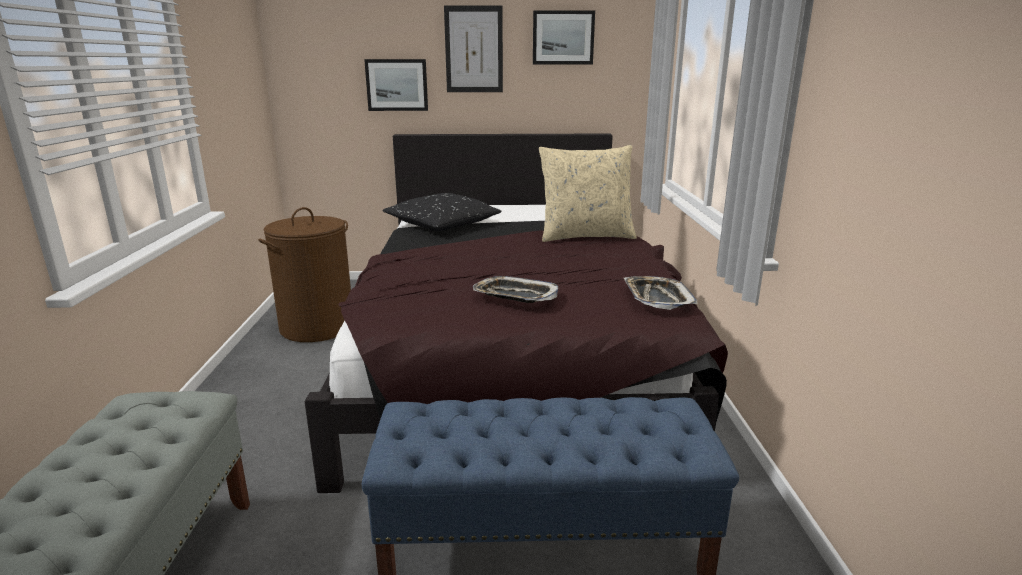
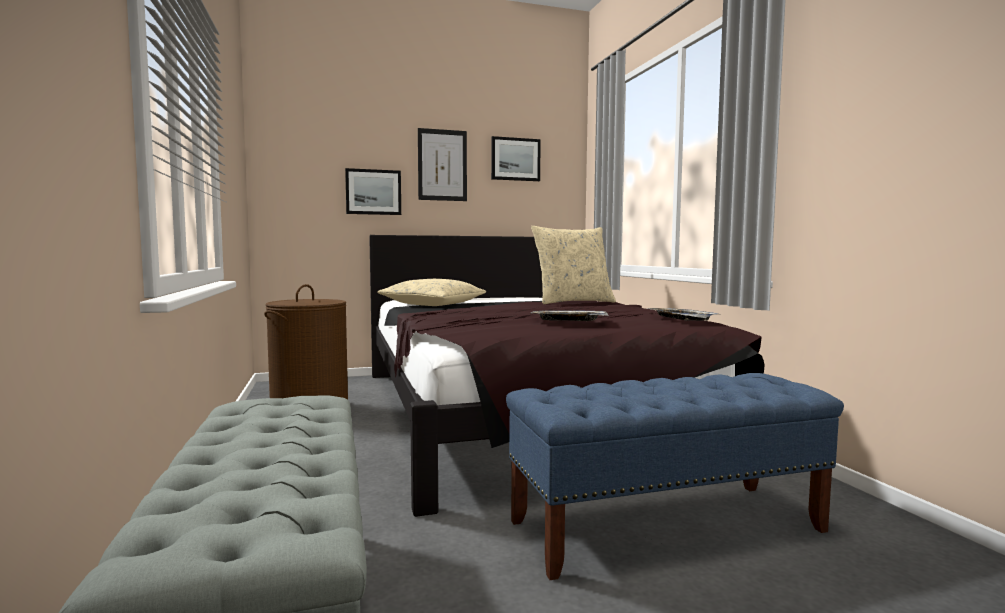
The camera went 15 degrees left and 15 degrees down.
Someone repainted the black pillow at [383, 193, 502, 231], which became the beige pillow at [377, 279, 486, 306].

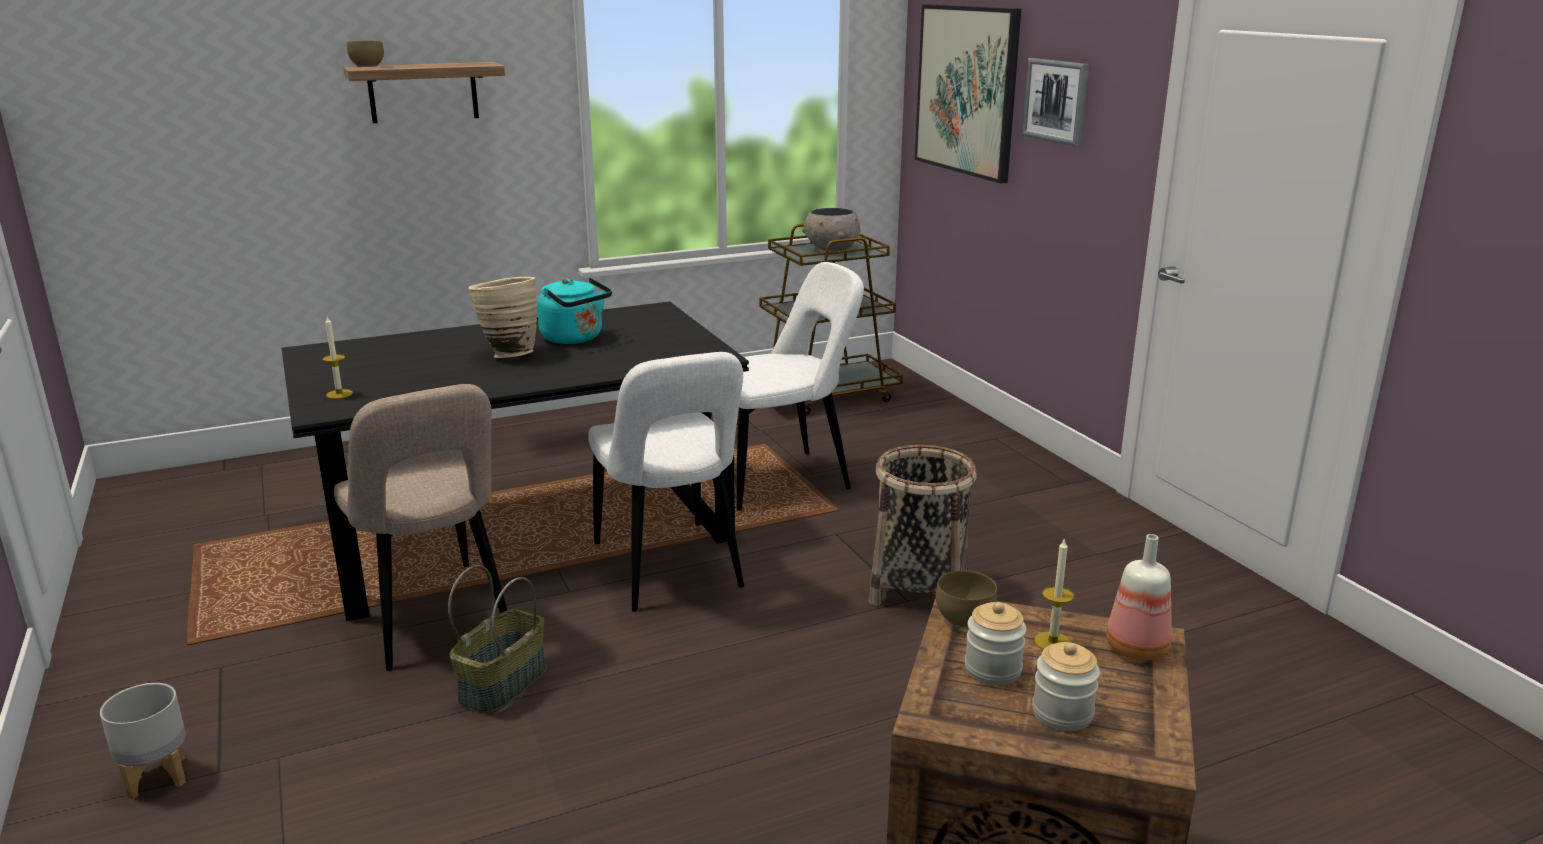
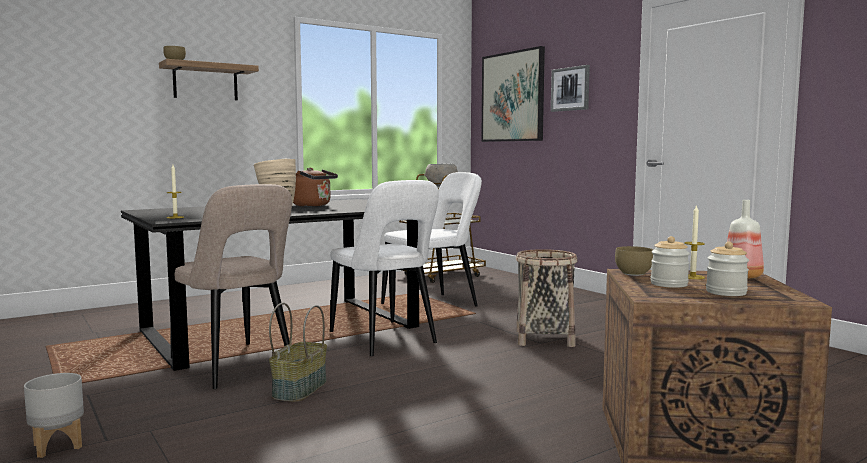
The camera went 10 degrees left and 15 degrees down.
Someone repainted the turquoise kettle at [537, 277, 612, 344], which became the brown kettle at [293, 168, 338, 207].

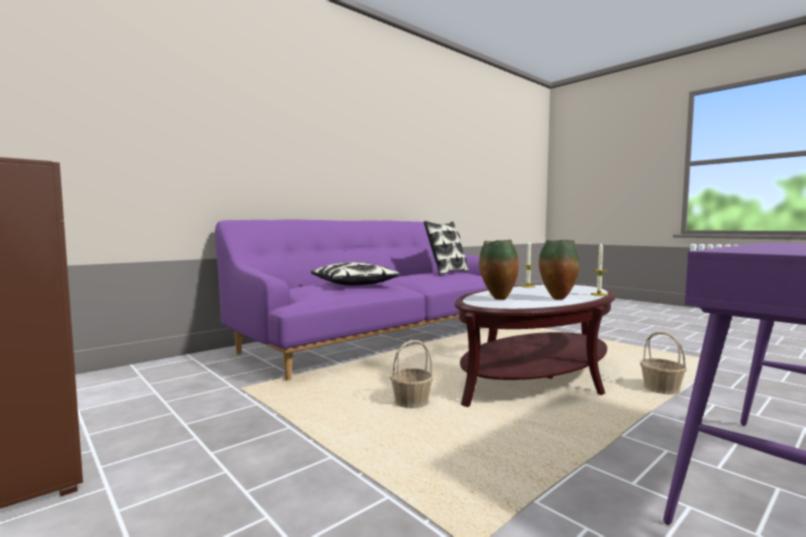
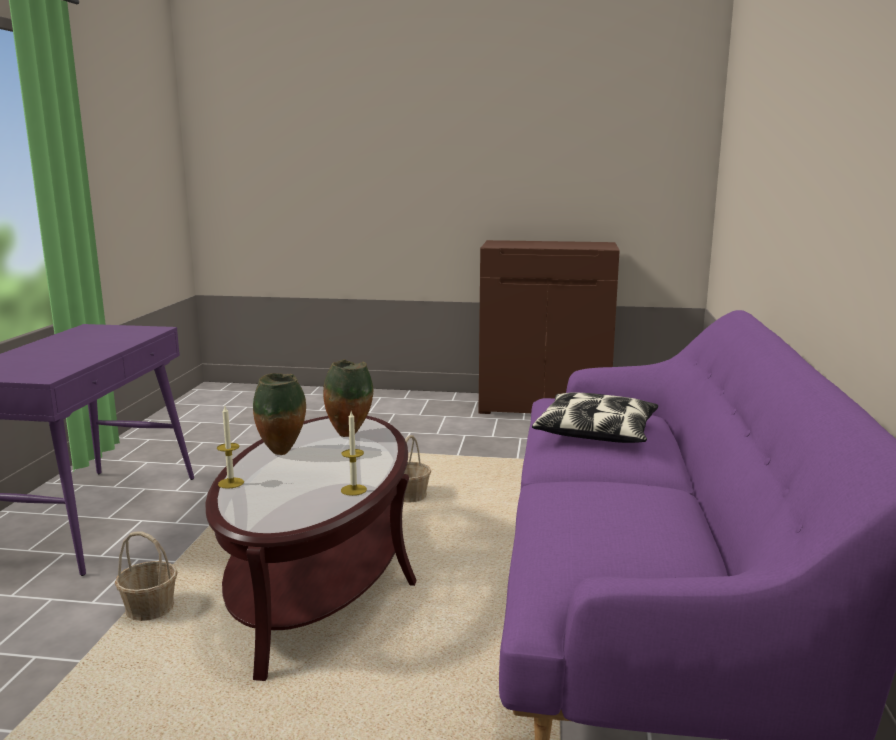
The camera went 140 degrees right and 10 degrees up.
Someone took away the pillow at [424, 221, 469, 276].

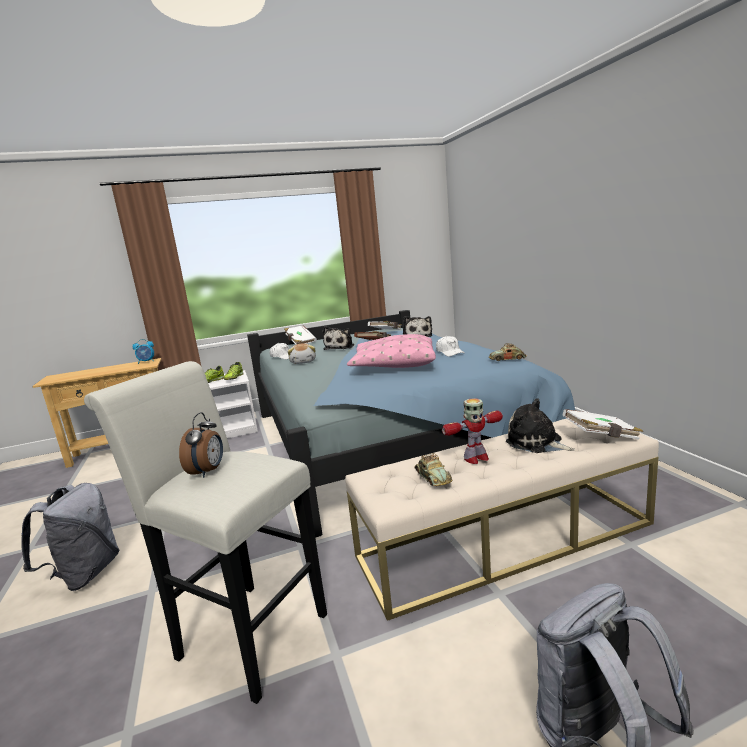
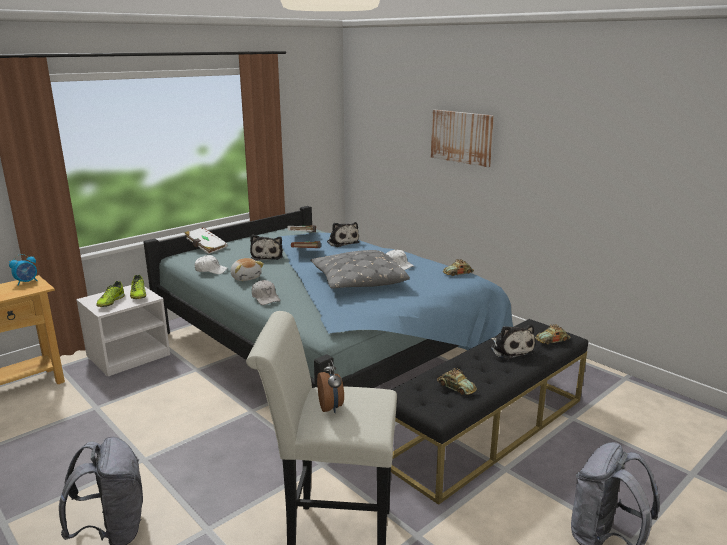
The camera went 25 degrees left and 5 degrees up.
Someone put down the white cap at [252, 280, 281, 305].
Someone repainted the pink pillow at [347, 334, 436, 368], which became the grey pillow at [310, 250, 410, 289].
Someone repainted the beige bench at [345, 419, 659, 621], which became the black bench at [391, 319, 588, 505].
Someone put up the picture at [431, 110, 494, 167].
Someone rotated the plush toy at [506, 398, 575, 453] by 135 degrees counterclockwise.
Someone swapped the white book at [563, 409, 643, 440] for the toy car at [535, 324, 570, 344].
Someone took away the toy robot at [442, 398, 503, 464].

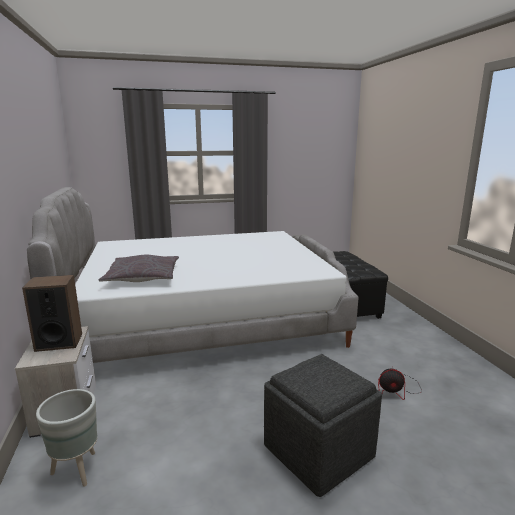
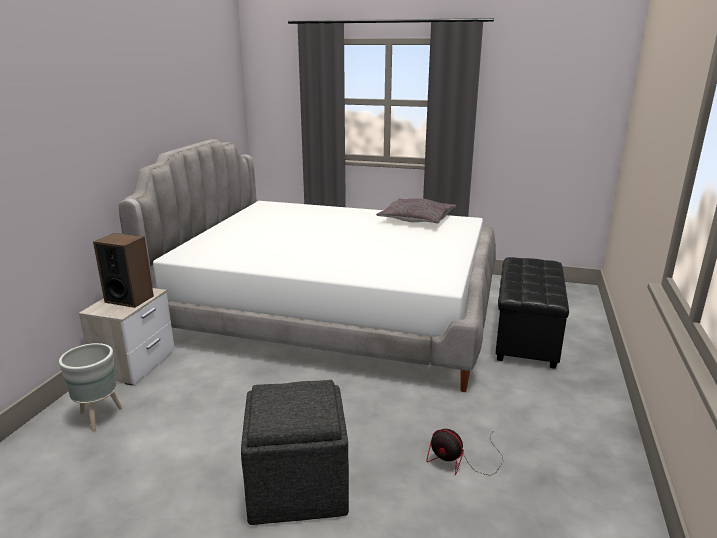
The camera went 30 degrees right and 5 degrees up.
Someone carried the grey pillow from [99, 255, 179, 282] to [376, 198, 456, 223].

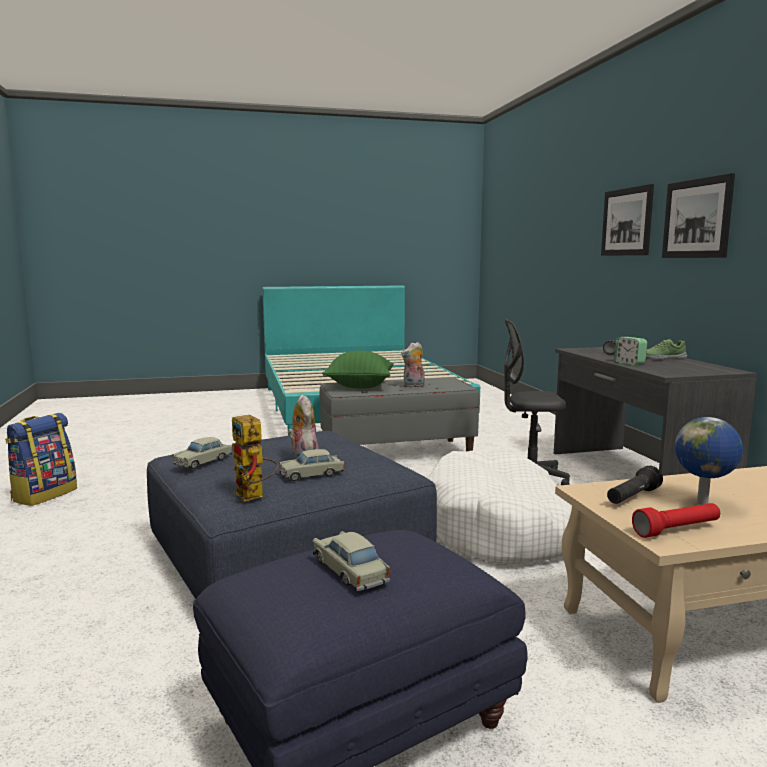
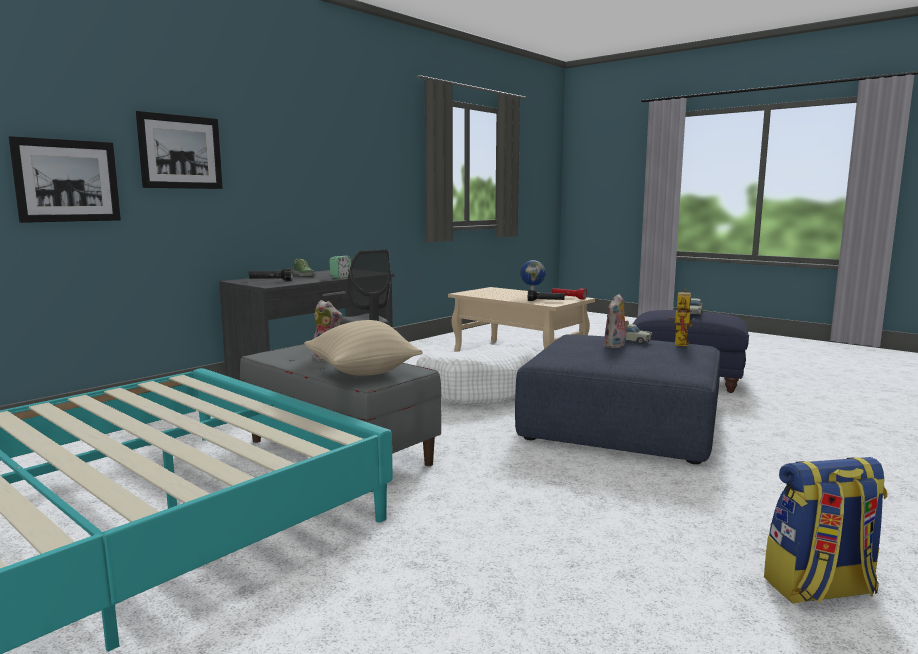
The camera went 125 degrees left and 0 degrees up.
Someone carried the picture from [662, 173, 735, 258] to [9, 136, 121, 223].
Someone repainted the green pillow at [322, 351, 394, 389], which became the beige pillow at [304, 320, 423, 375].
Someone took away the beige toy car at [172, 437, 232, 469].

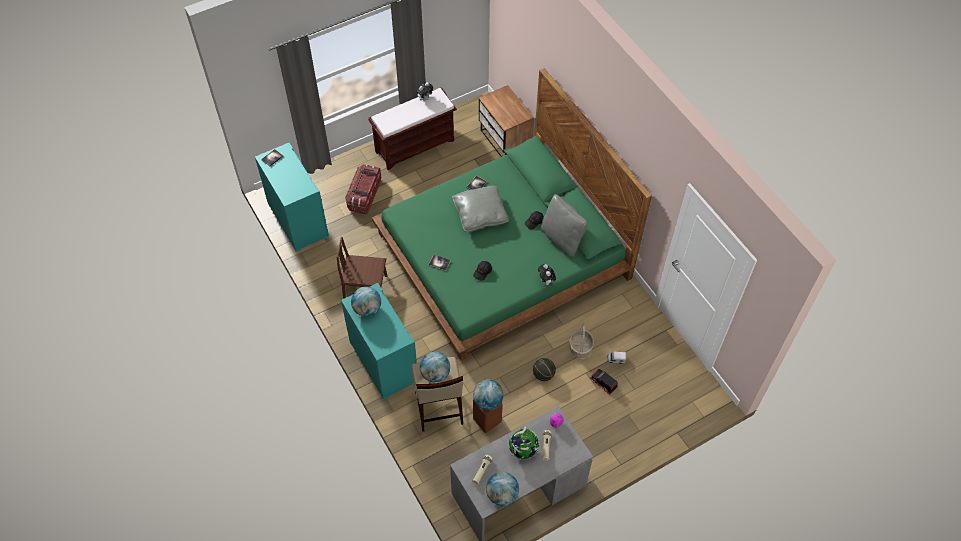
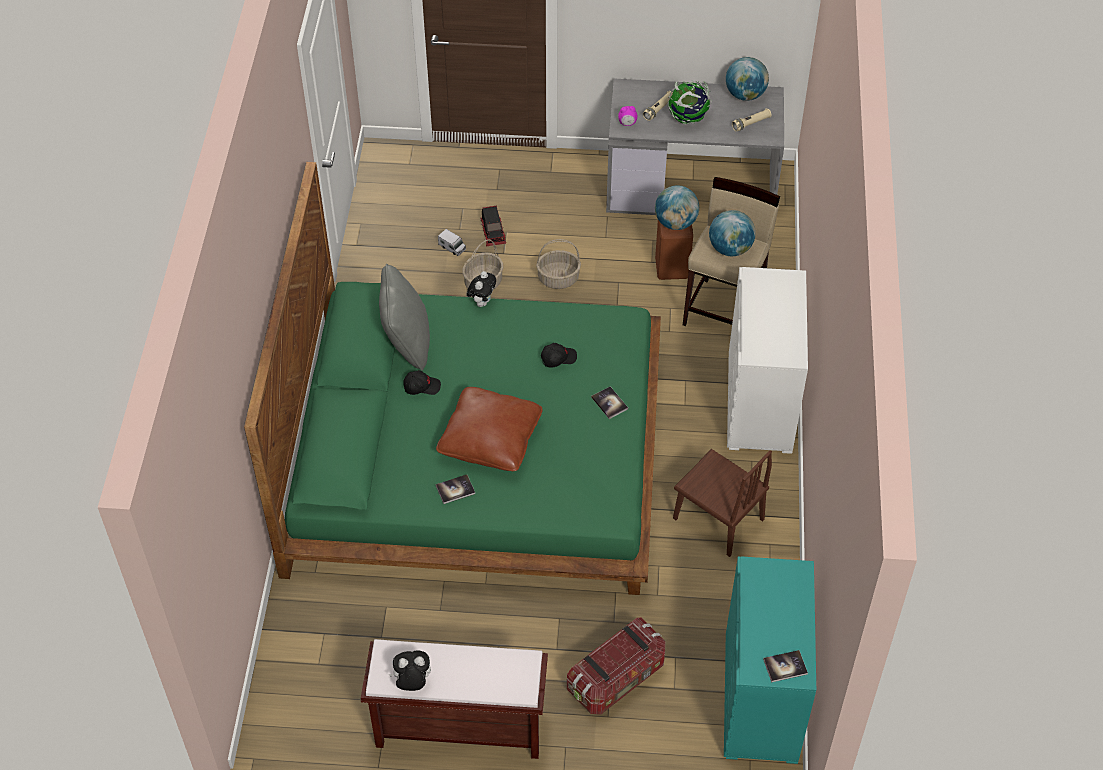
The camera went 145 degrees left and 5 degrees down.
Someone repainted the grey pillow at [452, 185, 509, 232], which became the brown pillow at [436, 387, 543, 471].
Someone swapped the basketball at [533, 358, 556, 381] for the basket at [536, 239, 581, 289].
Someone repainted the turquoise dresser at [341, 283, 417, 400], which became the white dresser at [727, 267, 808, 454].
Someone took away the globe at [351, 287, 381, 317].
Someone took away the nightstand at [479, 85, 534, 157].

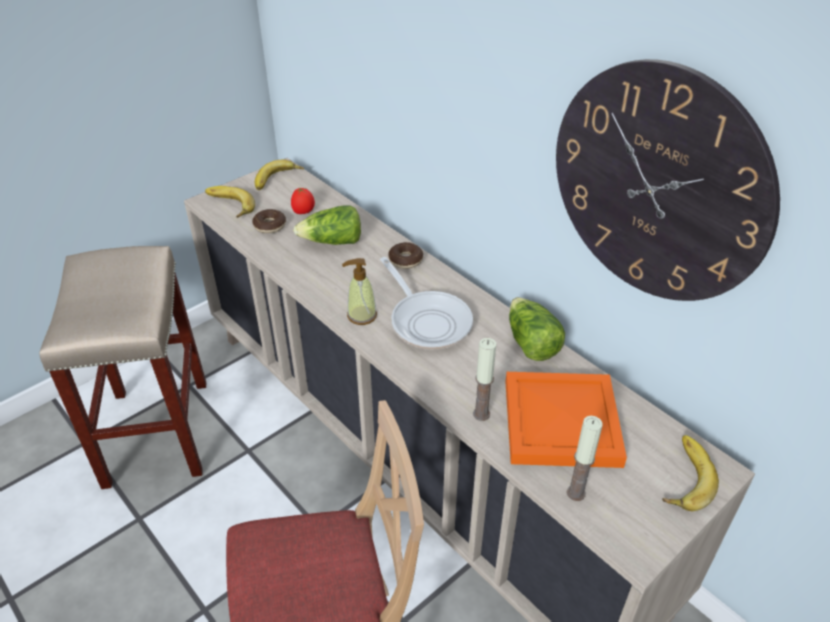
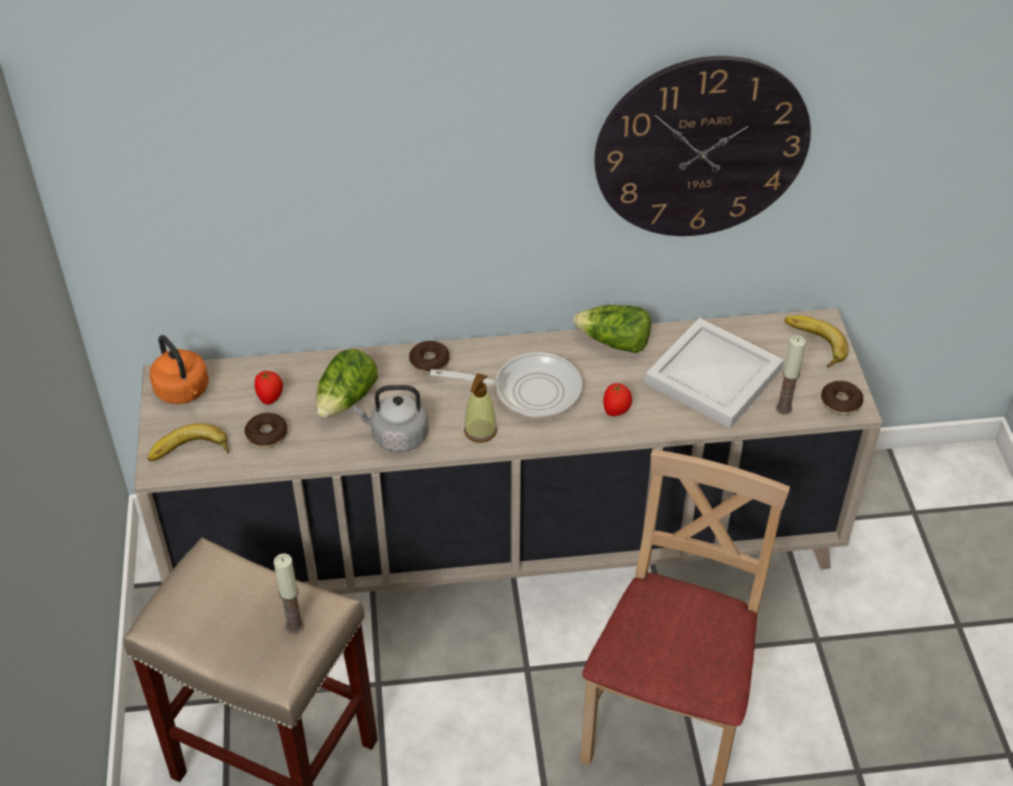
The camera went 55 degrees left and 5 degrees up.
Someone swapped the banana at [255, 159, 304, 190] for the orange kettle at [150, 335, 209, 404].
Someone carried the candle from [473, 338, 496, 421] to [274, 553, 304, 633].
Someone put down the grey kettle at [353, 385, 429, 452].
Someone put down the tomato at [603, 383, 632, 416].
Someone repainted the orange tray at [505, 372, 627, 468], which became the white tray at [645, 318, 784, 428].
Someone put down the donut at [821, 381, 863, 415].

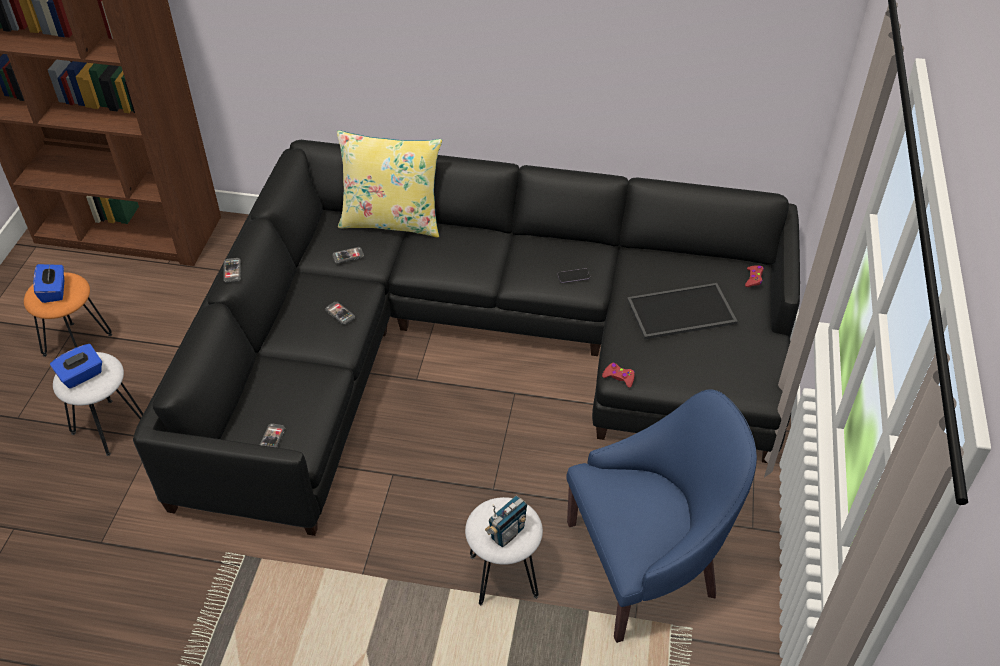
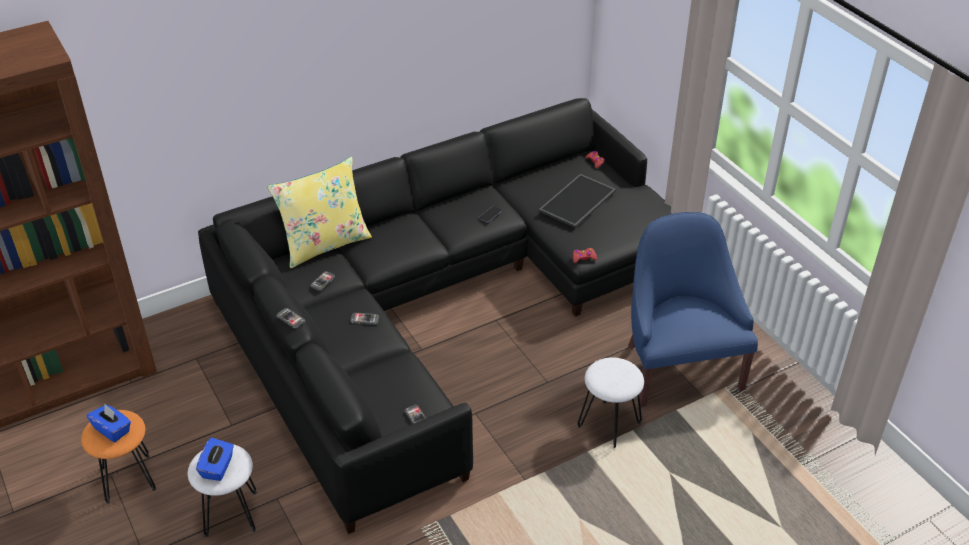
The camera went 40 degrees left and 5 degrees down.
Someone rotated the blue armchair at [566, 390, 757, 643] by 45 degrees counterclockwise.
Someone took away the radio at [485, 495, 527, 547].

